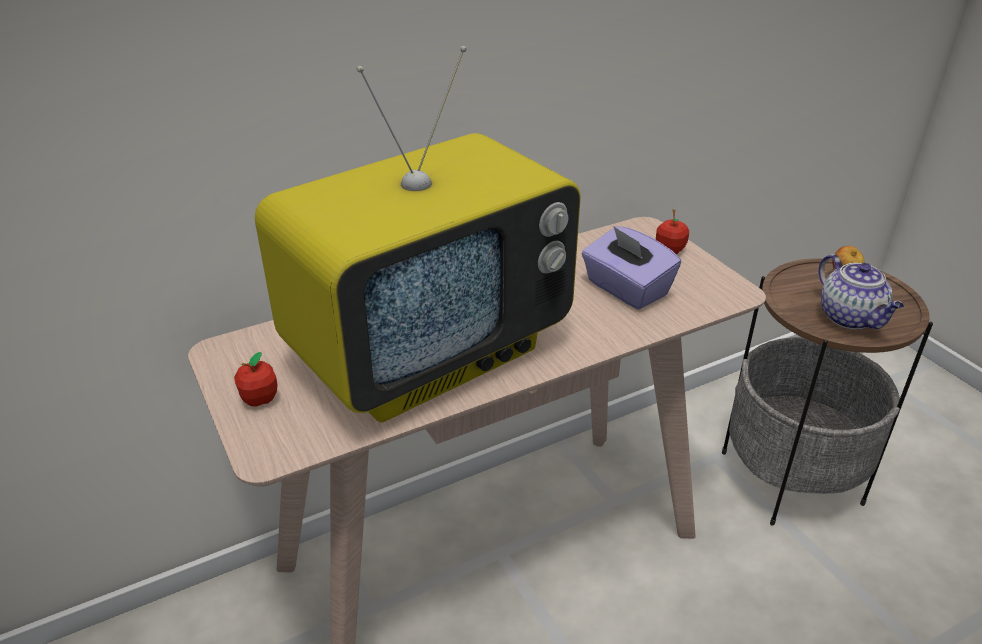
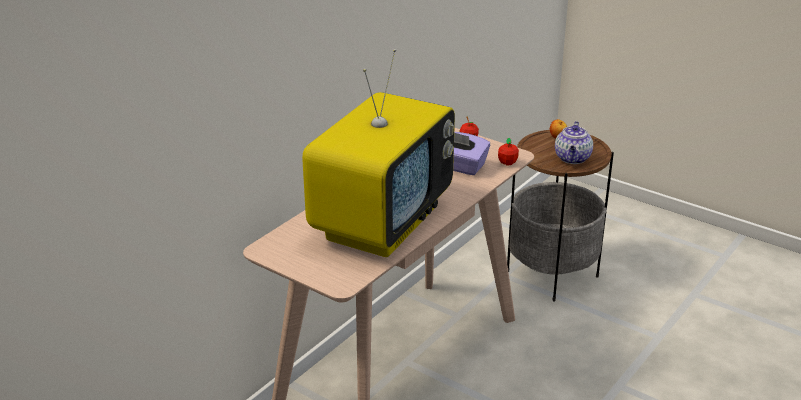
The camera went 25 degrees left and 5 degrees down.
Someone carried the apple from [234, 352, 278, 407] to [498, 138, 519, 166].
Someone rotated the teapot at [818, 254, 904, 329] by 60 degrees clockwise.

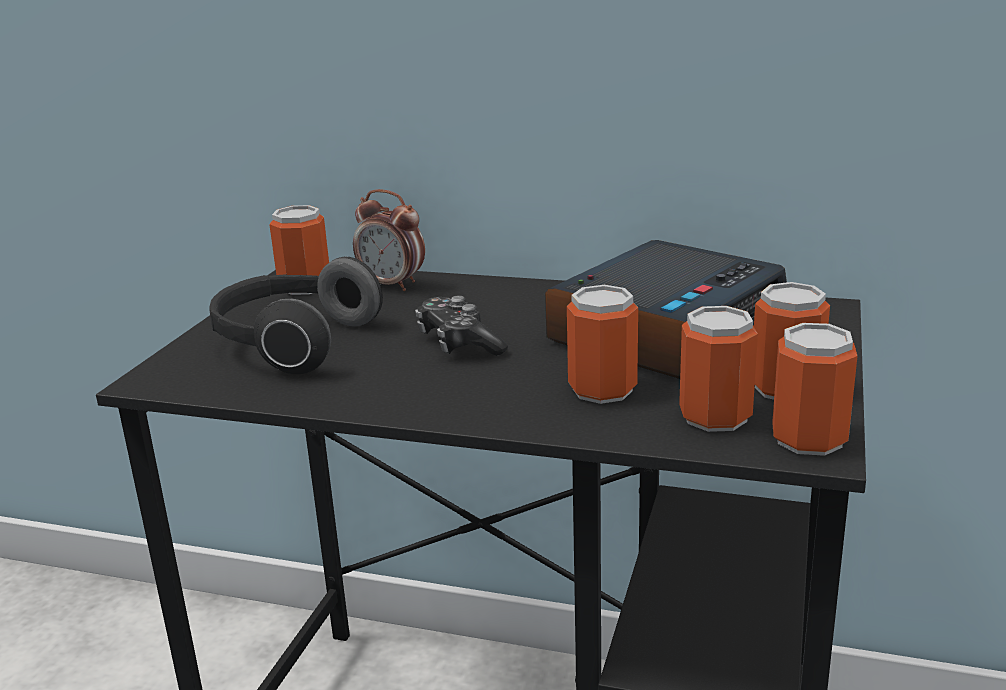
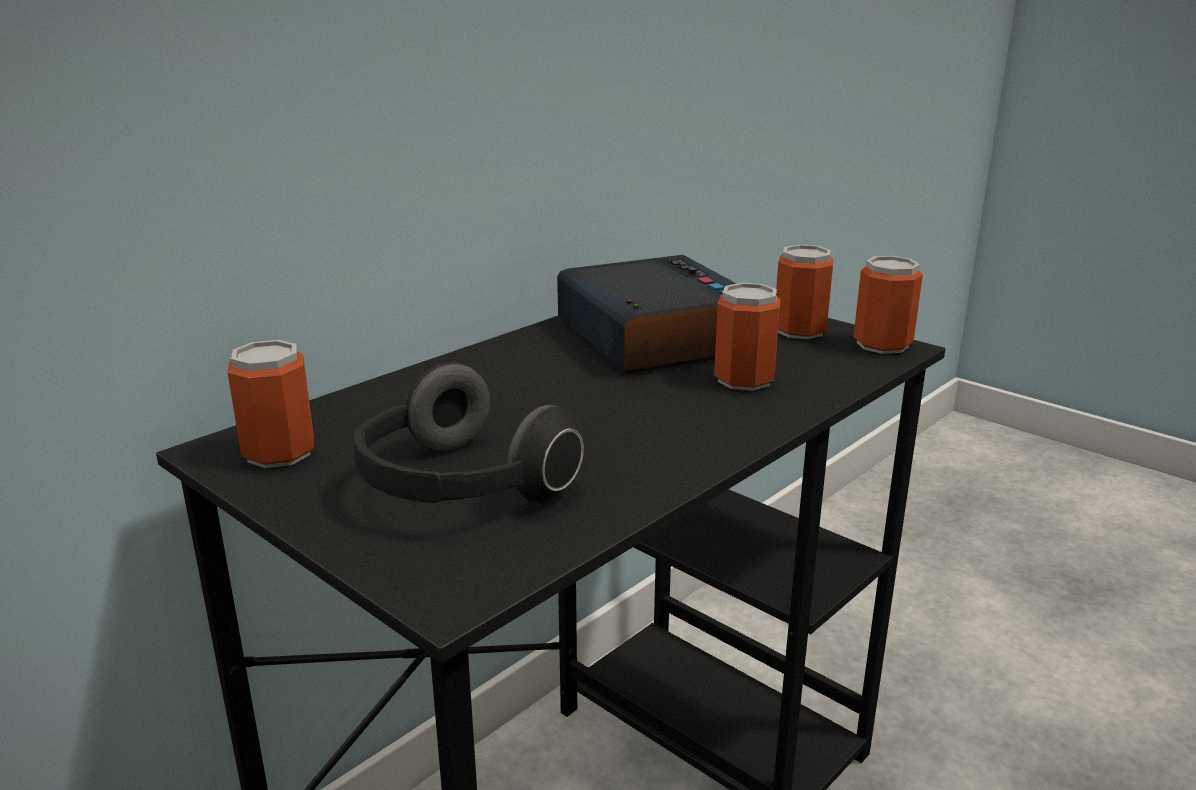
The camera went 65 degrees left and 0 degrees up.
Someone took away the alarm clock at [353, 189, 425, 291].
Someone took away the game controller at [415, 295, 508, 356].
Someone took away the can at [679, 306, 758, 432].

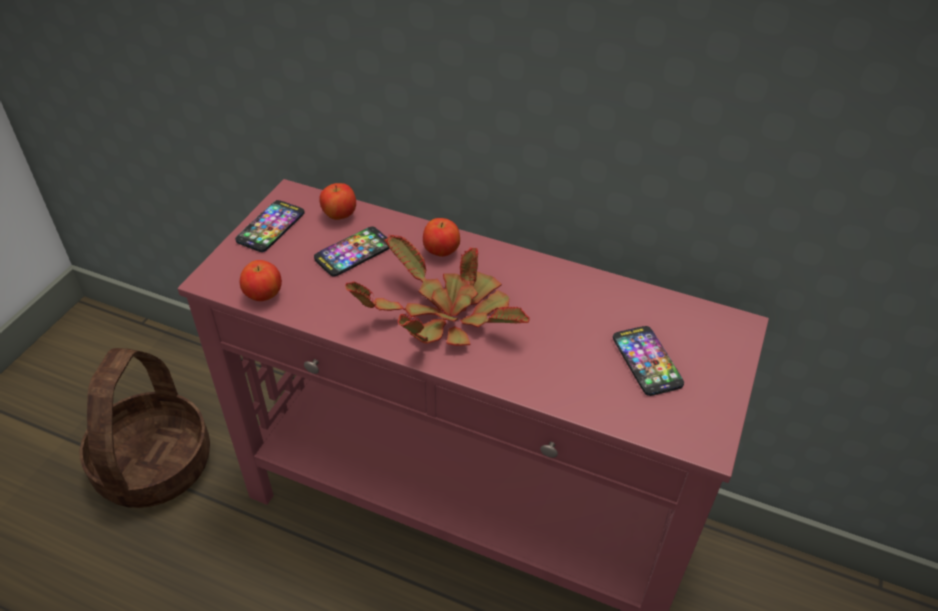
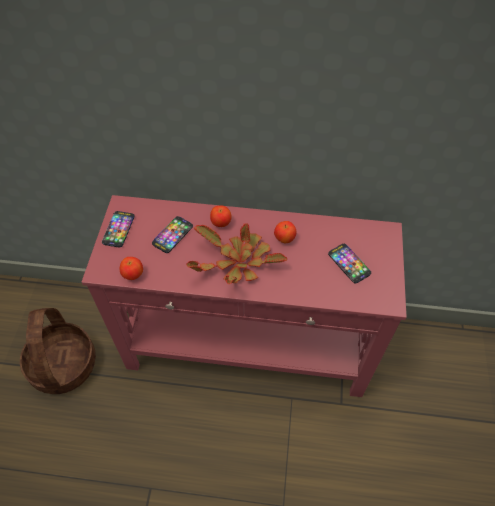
The camera went 15 degrees left and 10 degrees up.
Someone carried the apple from [319, 183, 356, 220] to [274, 221, 296, 243].

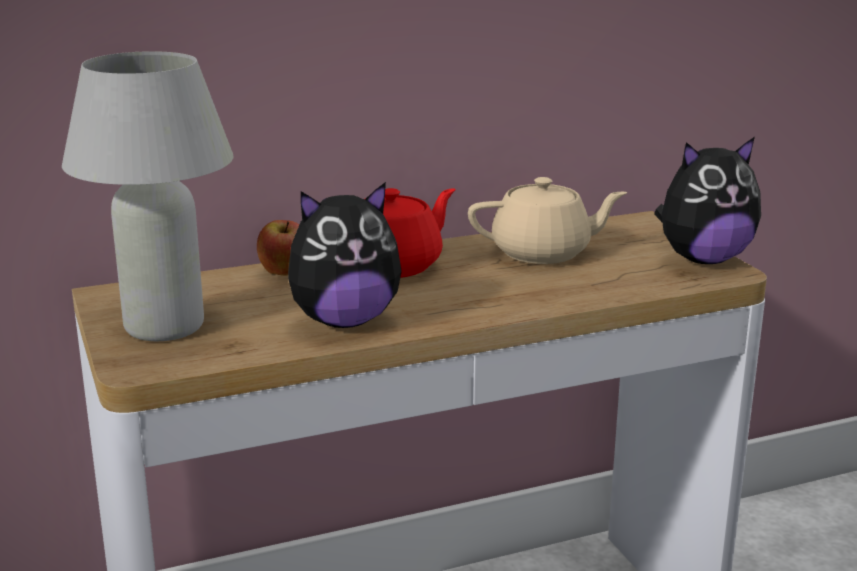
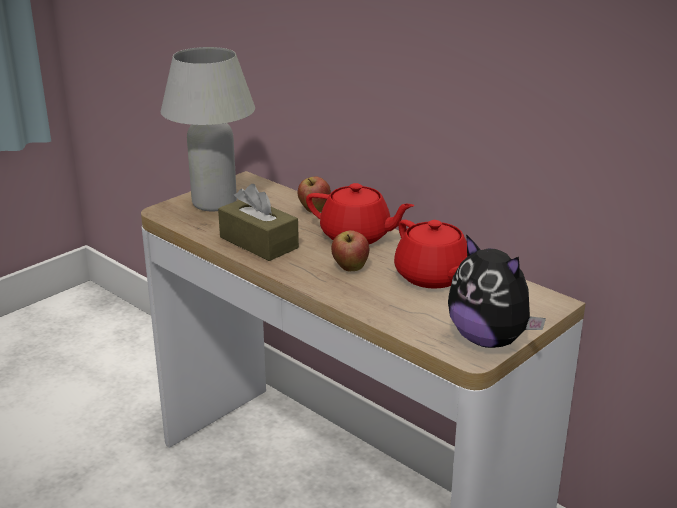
The camera went 65 degrees right and 5 degrees up.
Someone swapped the plush toy at [288, 182, 402, 328] for the brown tissue box at [218, 184, 299, 261].
Someone put down the apple at [331, 230, 369, 271].
Someone repainted the beige teapot at [468, 177, 627, 264], which became the red teapot at [394, 220, 467, 289].

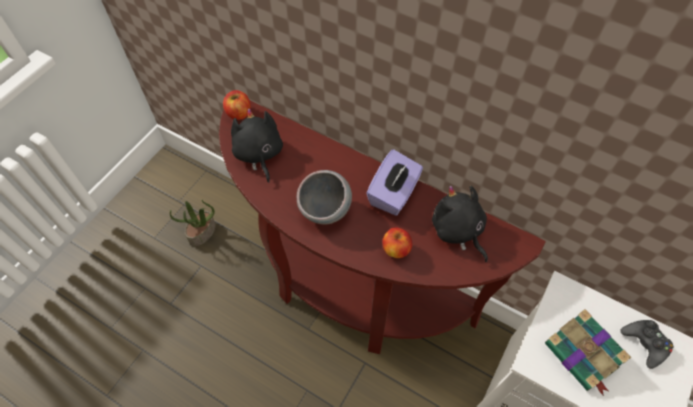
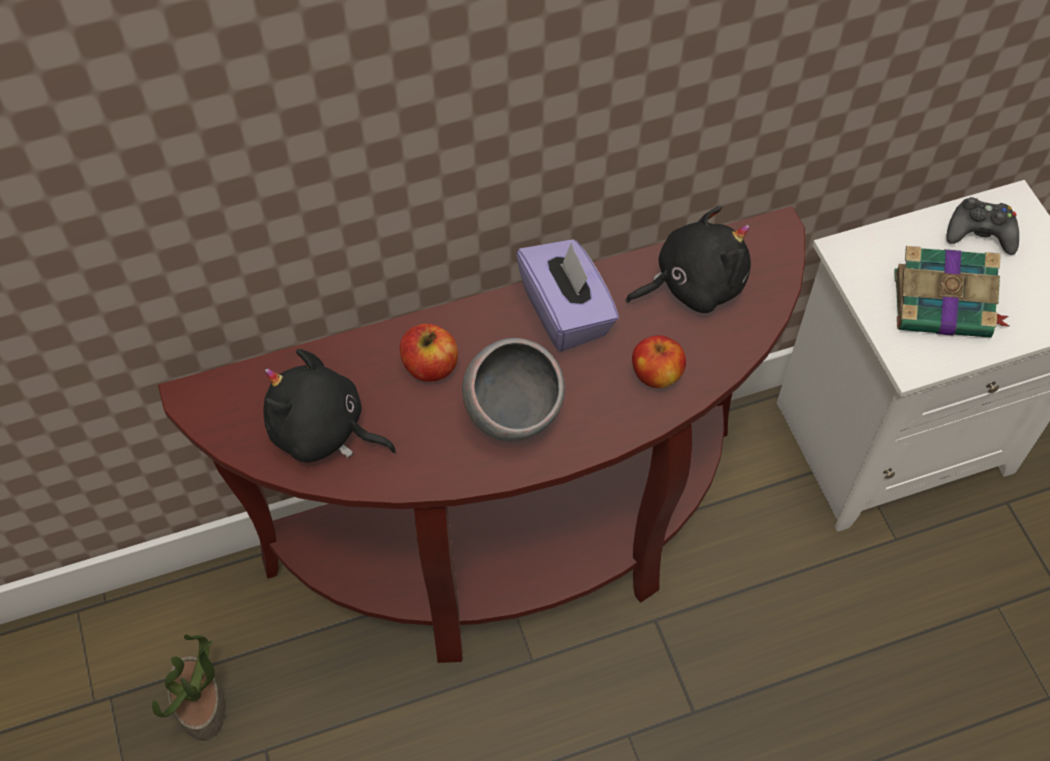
The camera went 50 degrees left and 0 degrees up.
Someone carried the apple from [223, 90, 251, 120] to [400, 324, 458, 382].
Someone rotated the black plush toy at [432, 186, 488, 262] by 150 degrees clockwise.

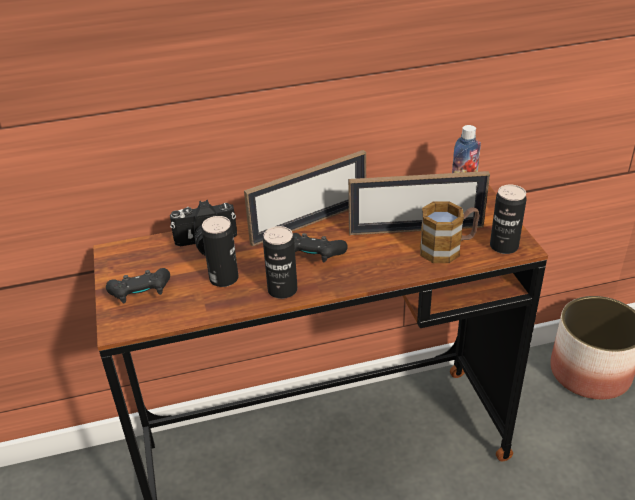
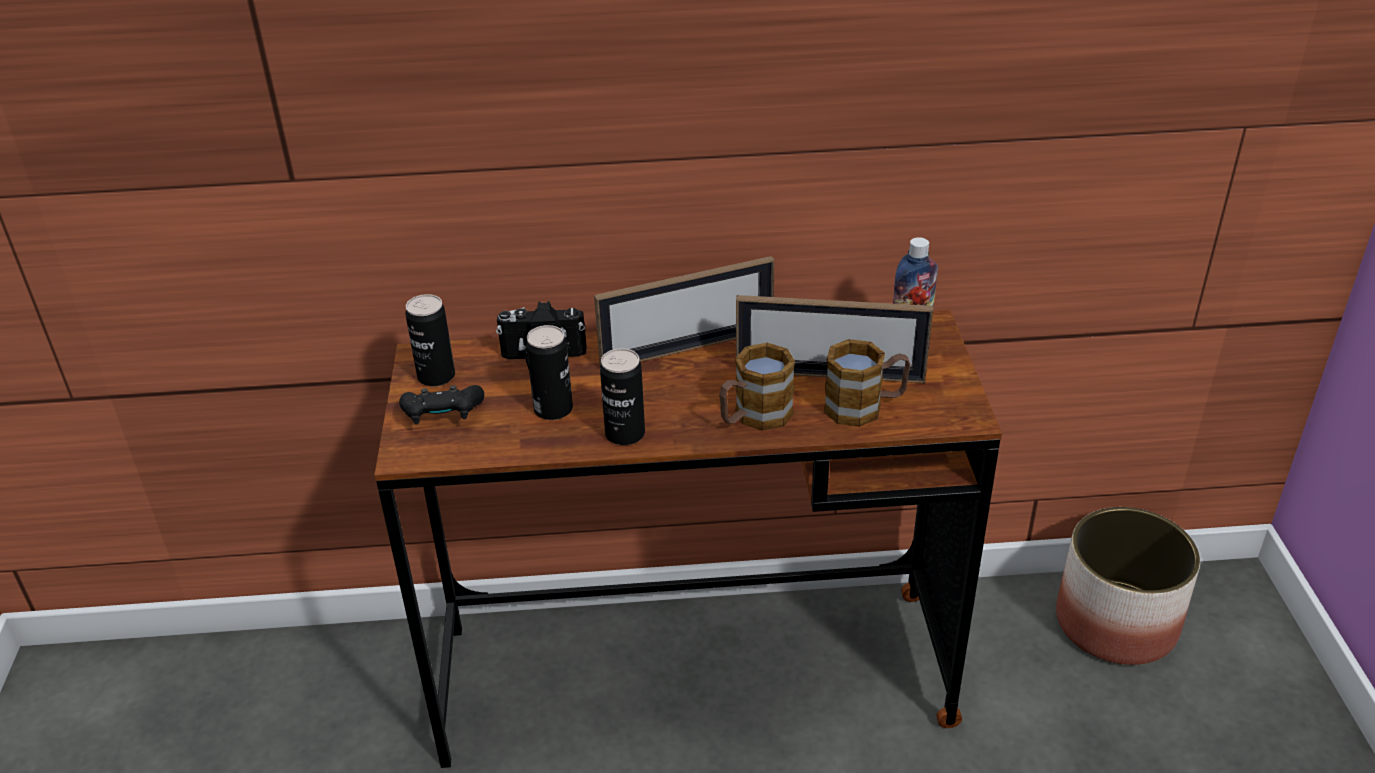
The camera went 10 degrees right and 0 degrees up.
Someone carried the can from [490, 185, 527, 254] to [405, 294, 455, 387].
Someone put down the mug at [719, 343, 795, 431].
Someone took away the black game controller at [293, 233, 348, 262].

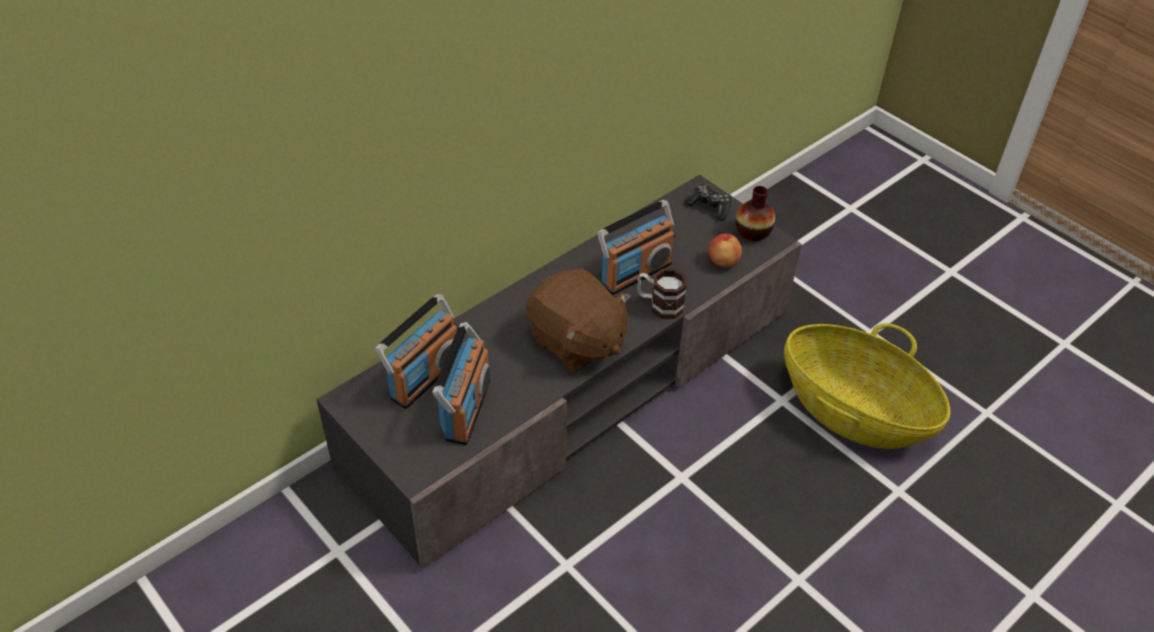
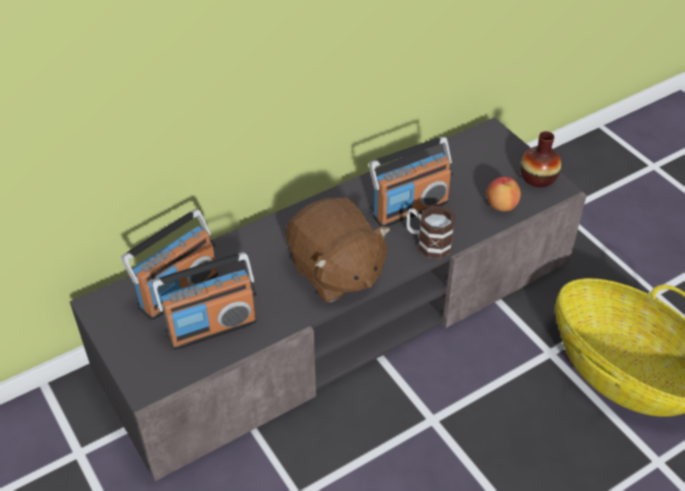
The camera went 10 degrees right and 0 degrees up.
Someone rotated the radio at [432, 322, 490, 445] by 45 degrees clockwise.
Someone took away the game controller at [685, 184, 731, 221].

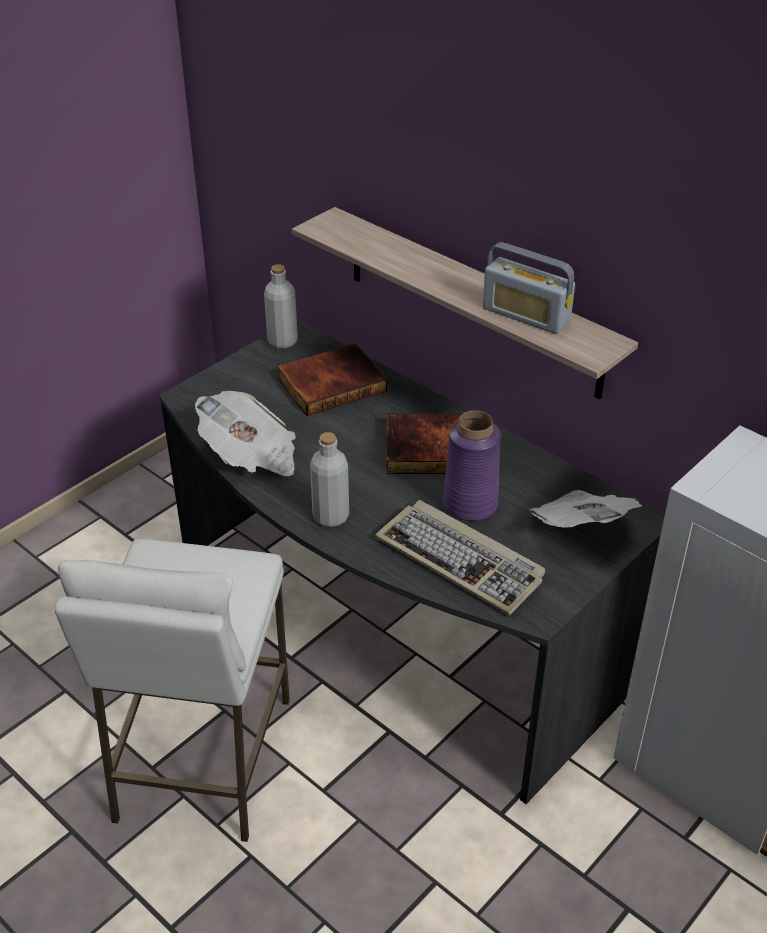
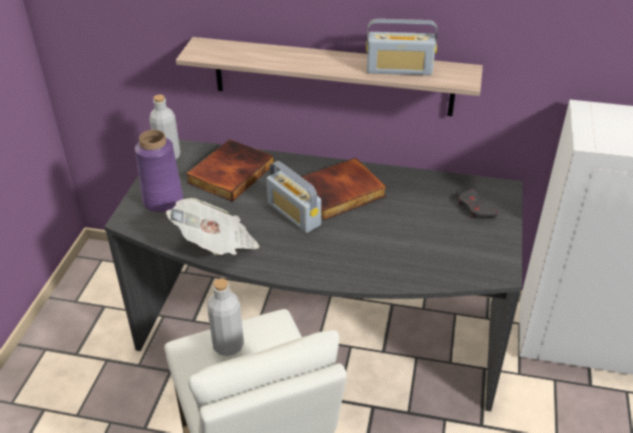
The camera went 30 degrees left and 0 degrees up.
Someone carried the purple vase from [443, 411, 501, 521] to [135, 130, 183, 212].
Someone carried the grey bottle from [310, 432, 349, 527] to [207, 278, 244, 356].
Someone put down the radio at [267, 161, 321, 233].
Someone swapped the newspaper at [529, 490, 642, 528] for the grey game controller at [459, 189, 498, 218].
Someone took away the keyboard at [375, 500, 545, 616].

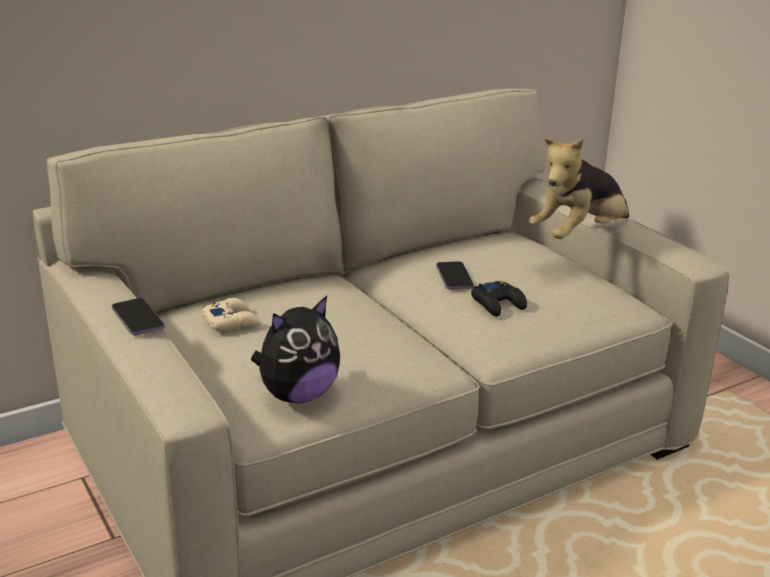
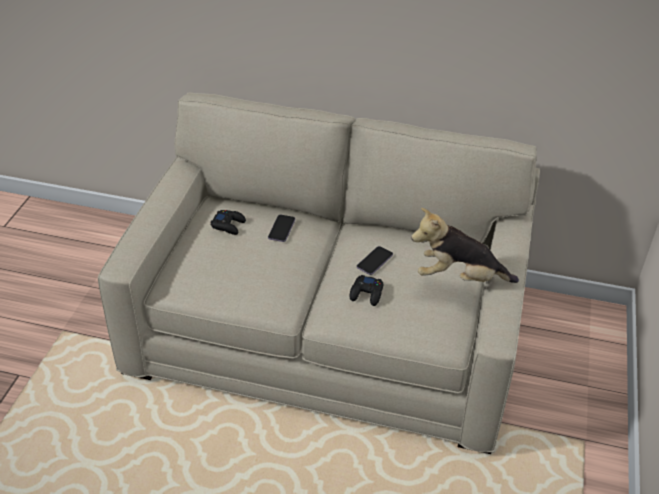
The camera went 45 degrees right and 15 degrees up.
Someone repainted the beige game controller at [202, 298, 261, 331], which became the black game controller at [210, 210, 246, 235].
Someone carried the phone from [112, 298, 165, 336] to [268, 215, 295, 242].
Someone took away the plush toy at [251, 296, 340, 403].

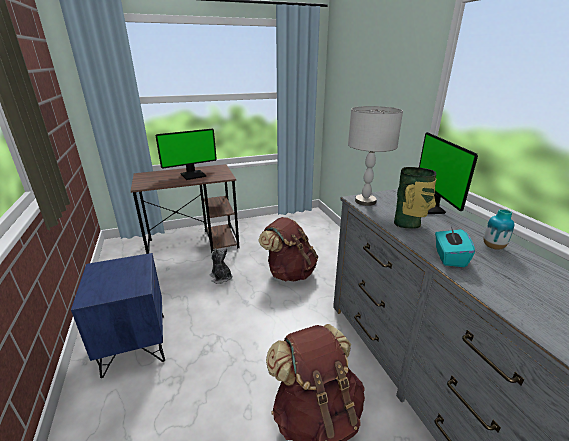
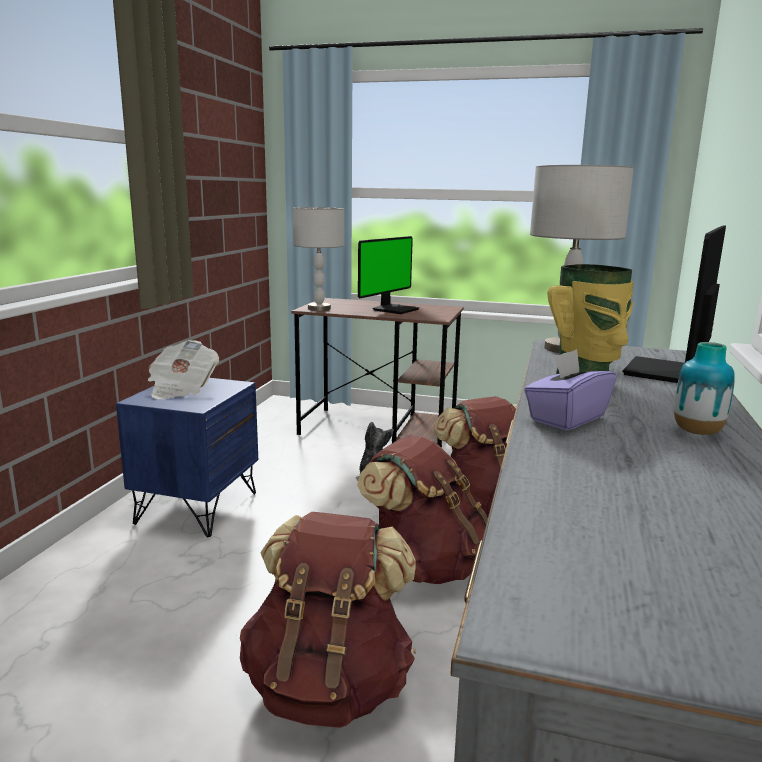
The camera went 35 degrees right and 10 degrees down.
Someone put down the newspaper at [148, 340, 219, 399].
Someone put down the grey table lamp at [293, 207, 344, 311].
Someone put down the brown backpack at [357, 435, 488, 584].
Someone rotated the monitor at [156, 129, 217, 180] by 60 degrees counterclockwise.
Someone repainted the turquoise tissue box at [435, 226, 475, 267], which became the purple tissue box at [524, 349, 617, 431].

